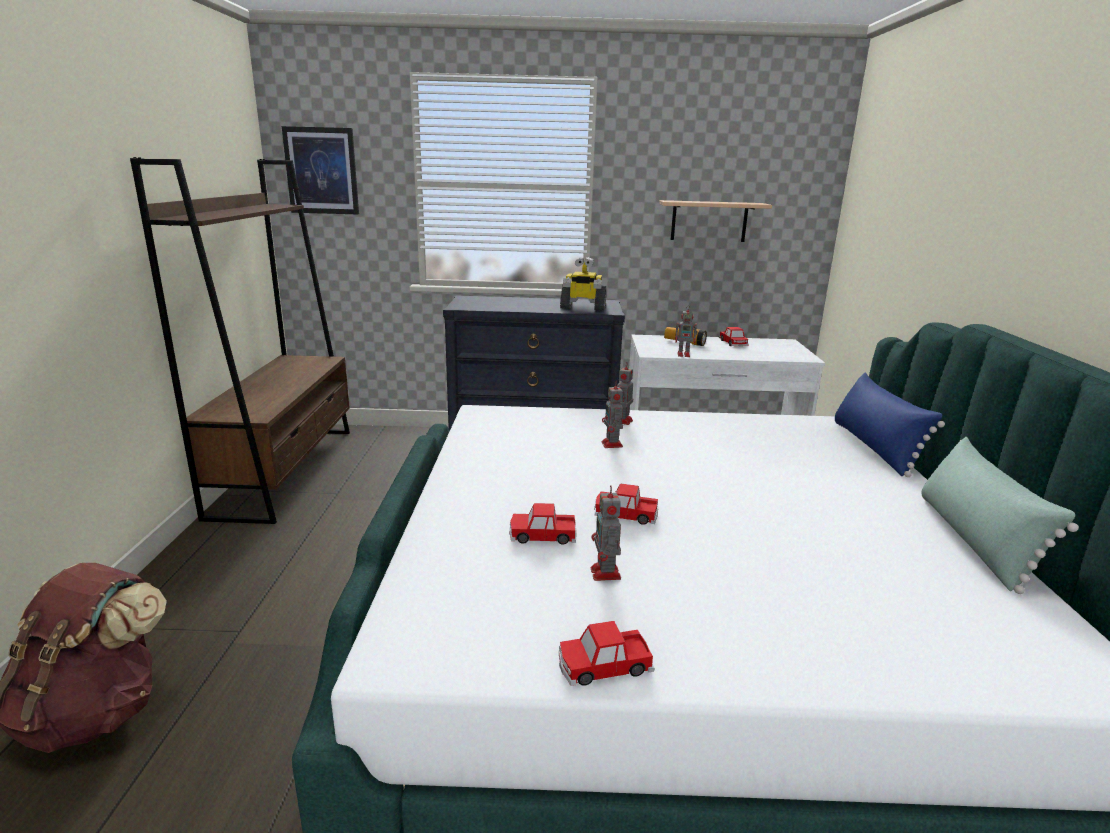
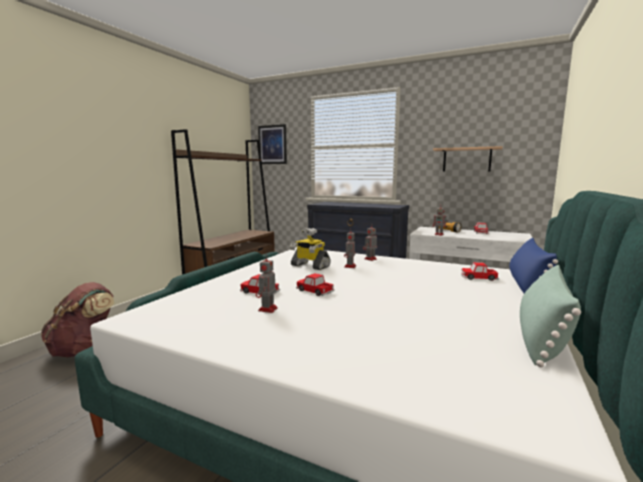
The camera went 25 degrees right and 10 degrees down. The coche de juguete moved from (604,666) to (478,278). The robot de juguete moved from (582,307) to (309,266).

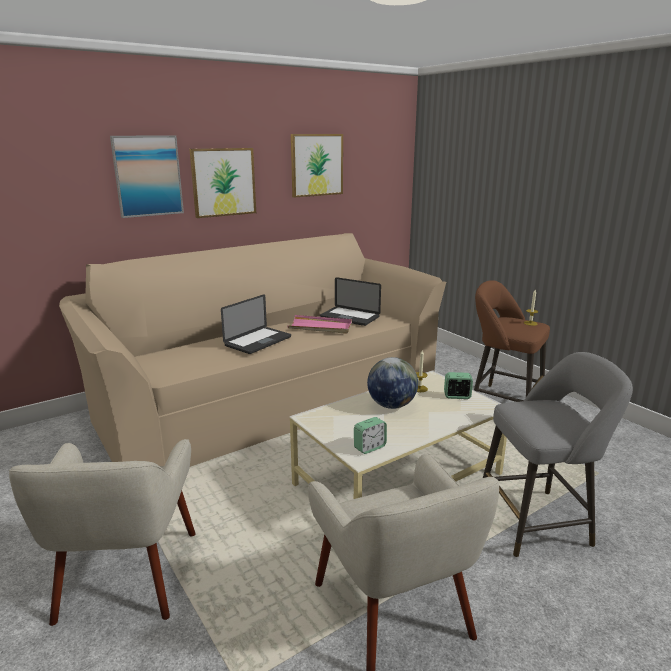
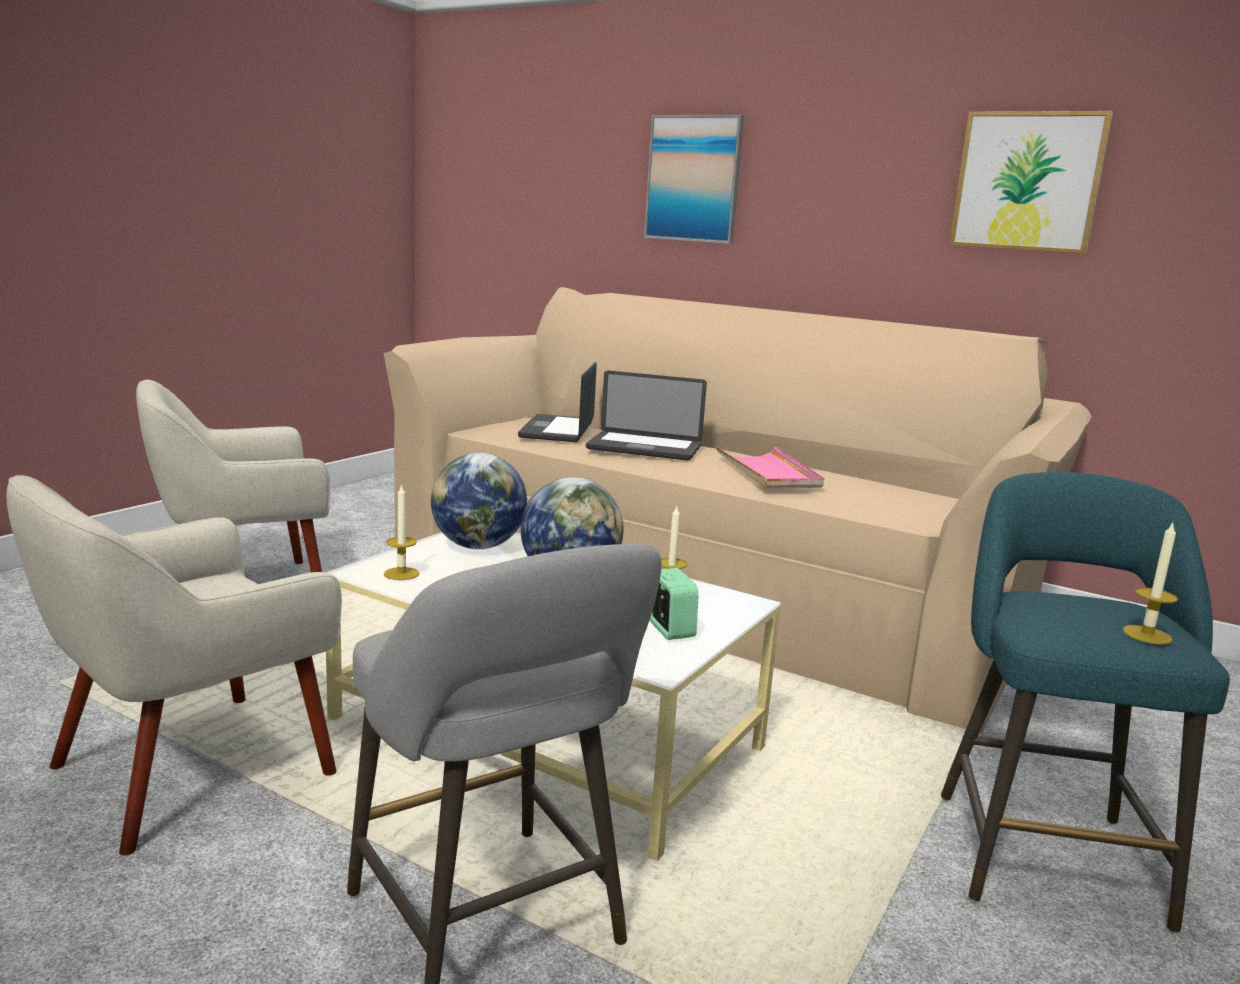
The camera went 65 degrees right and 5 degrees down. The cuadro at (223,182) disappeared. The portátil moved from (349,317) to (557,430). The despertador at (369,447) was replaced by the vela at (401,573). The taburete (marrón) at (502,402) became the taburete (turquesa) at (1044,849). The globo terráqueo at (478,546) appeared.

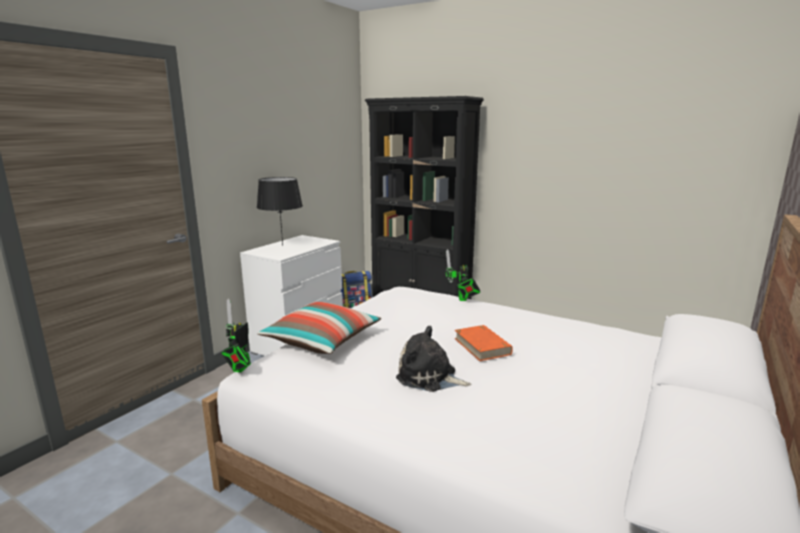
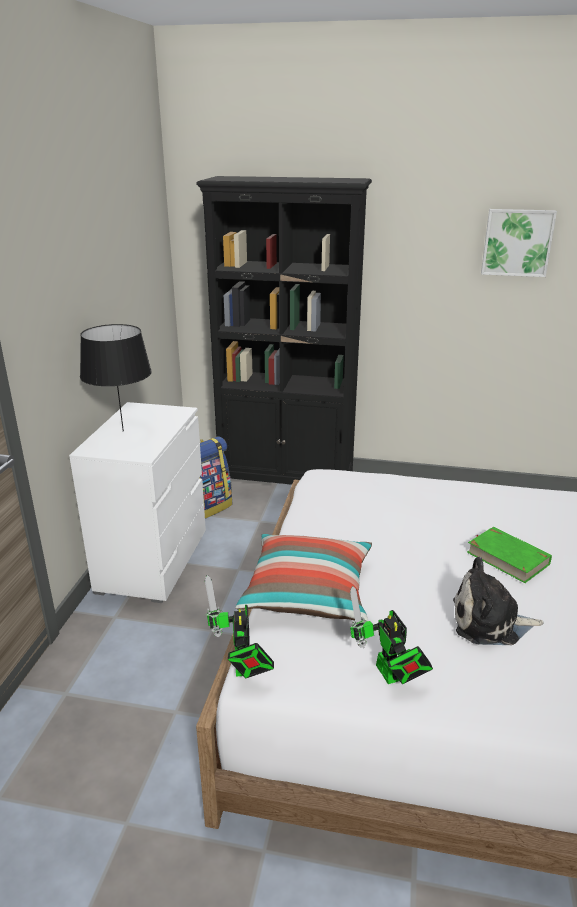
The camera went 20 degrees left and 10 degrees up. The robot de juguete moved from (462,299) to (390,676). The libro (naranja) at (482,346) became the libro (verde) at (507,558). The cuadro at (517,242) appeared.

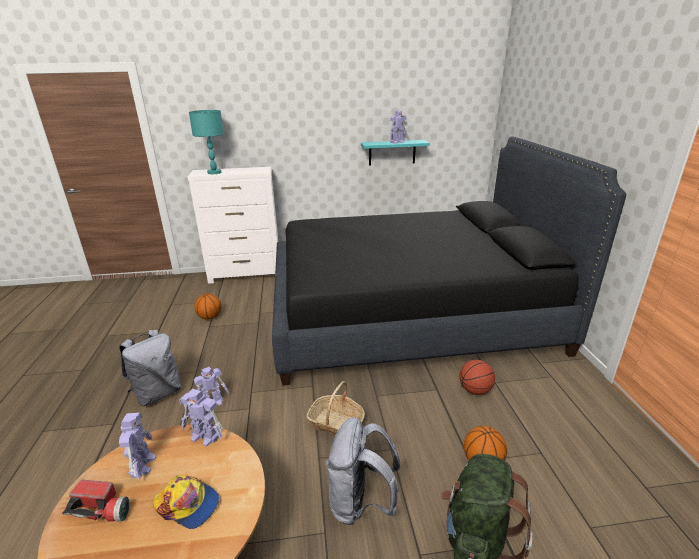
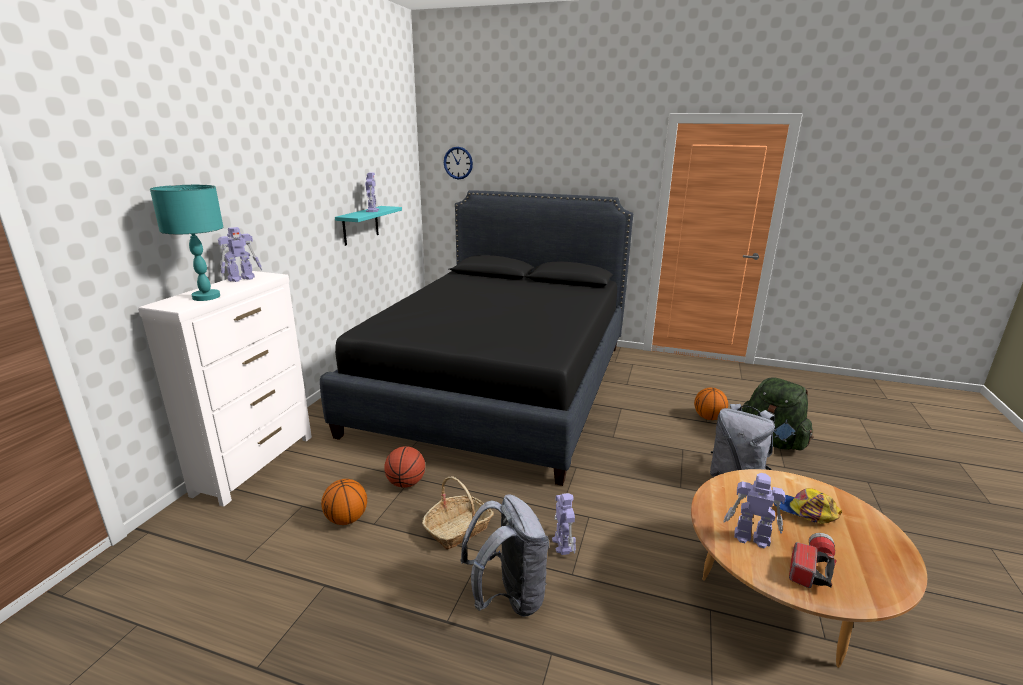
The camera went 65 degrees left and 5 degrees down. The gorra at (188,504) turned 105 degrees counterclockwise. The robot de juguete moved from (205,437) to (242,278). The cesta moved from (336,423) to (458,529). The balón de baloncesto moved from (475,390) to (406,483). The reloj de pared at (458,163) appeared.

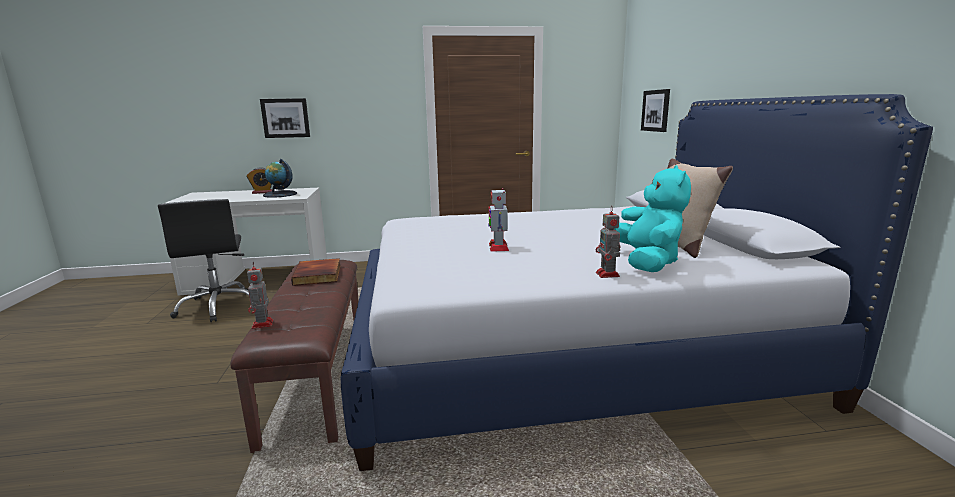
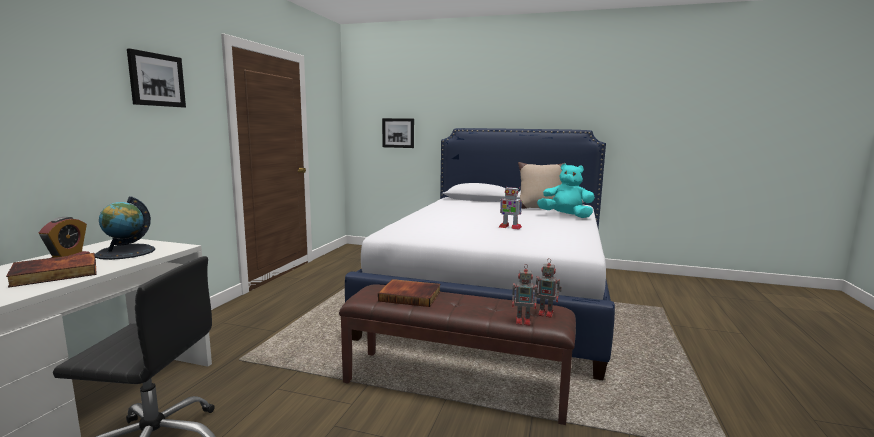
The camera went 65 degrees left and 5 degrees down. The cuadro moved from (285,118) to (156,80). The robot de juguete moved from (608,275) to (546,313). The libro at (55,274) appeared.

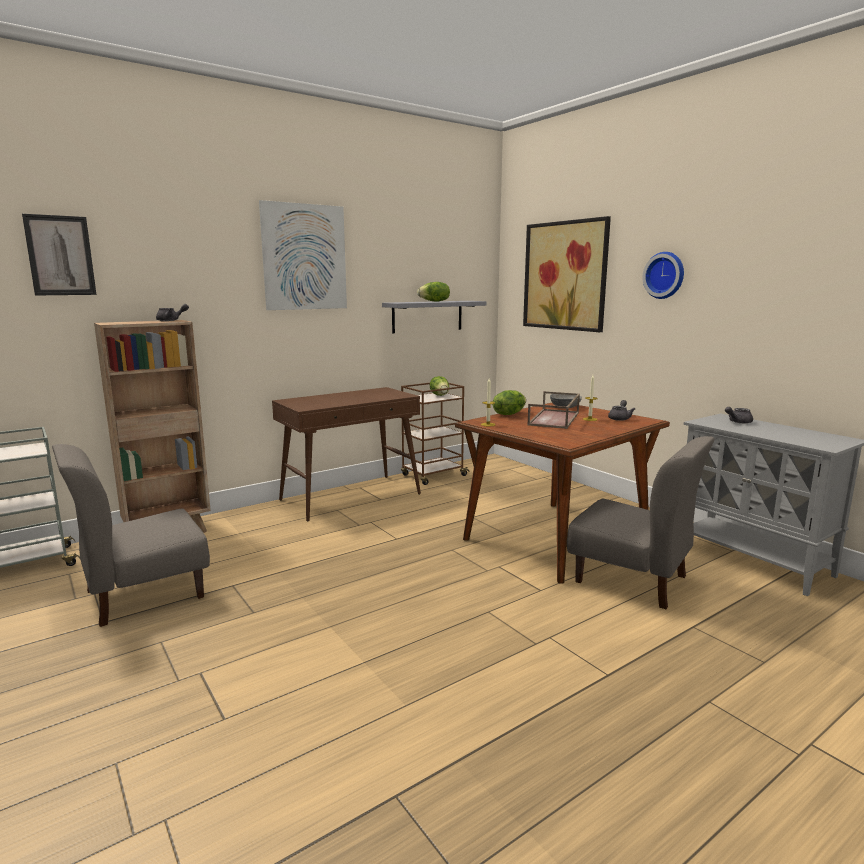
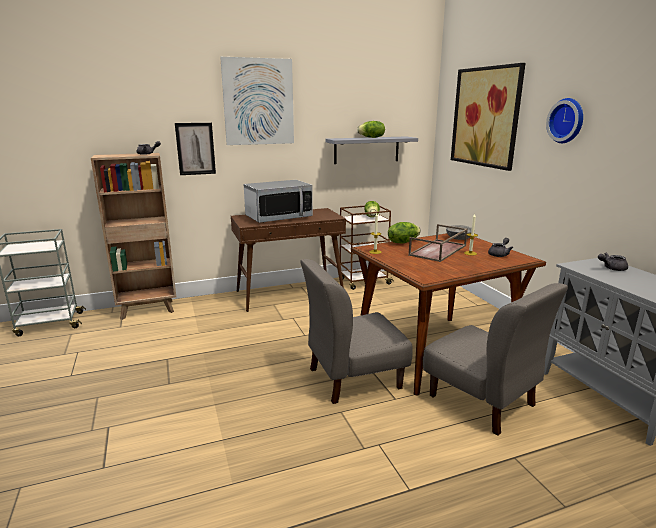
The camera went 15 degrees right and 5 degrees up. The cuadro moved from (60,255) to (195,149). The silla (gris) moved from (143,593) to (353,378). The microondas at (279,217) appeared.

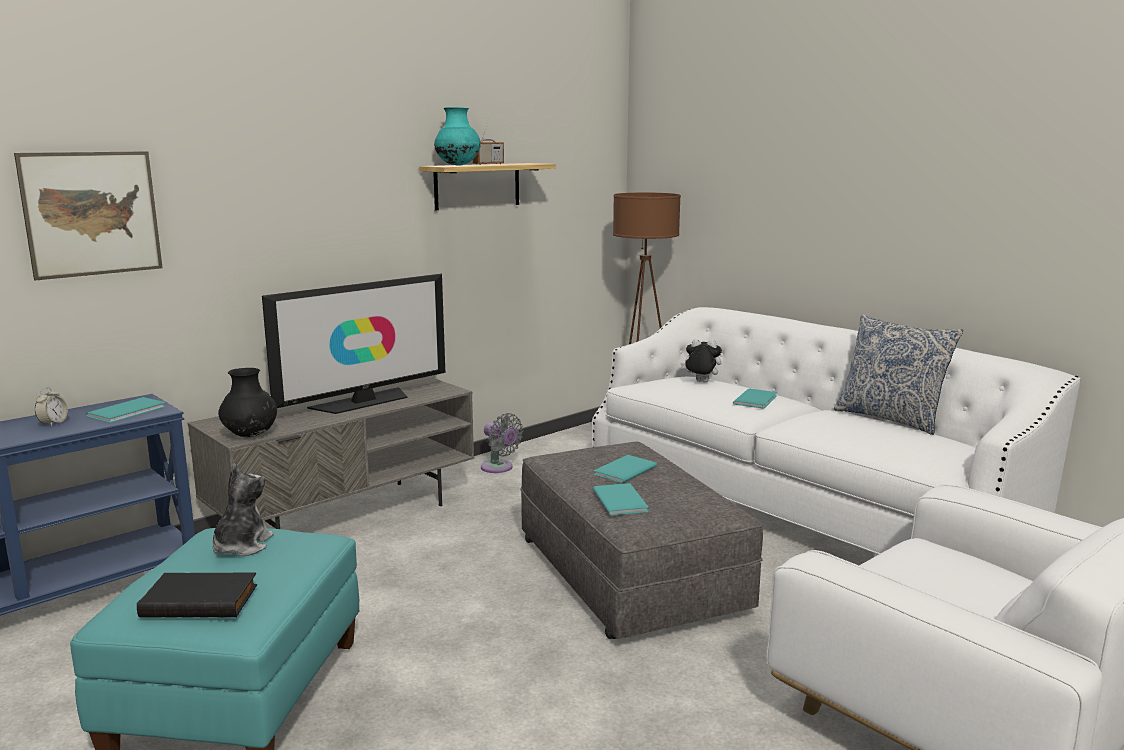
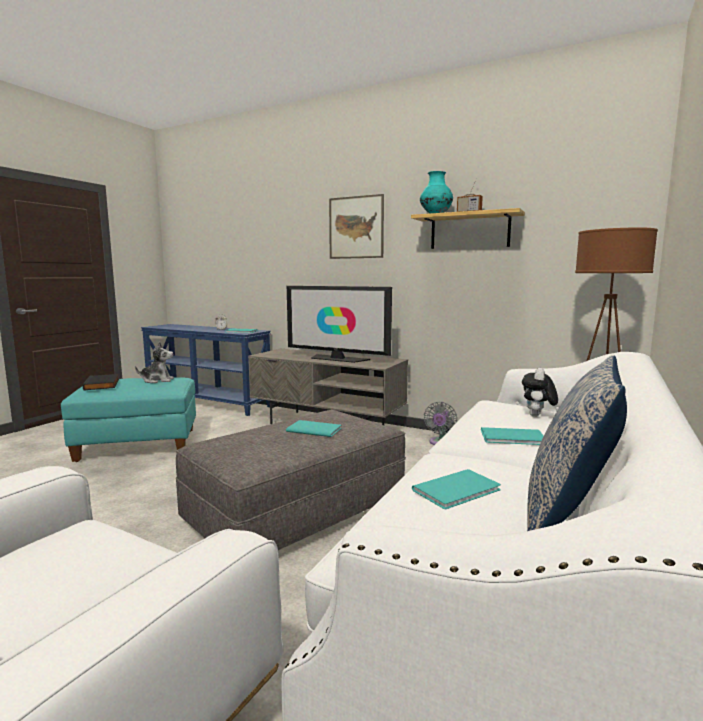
The camera went 70 degrees right and 5 degrees down. The cuadro moved from (92,214) to (356,227). The florero (negro) at (250,435) disappeared. The libro (turquesa) moved from (621,500) to (459,490). The peluche at (700,382) turned 150 degrees counterclockwise.

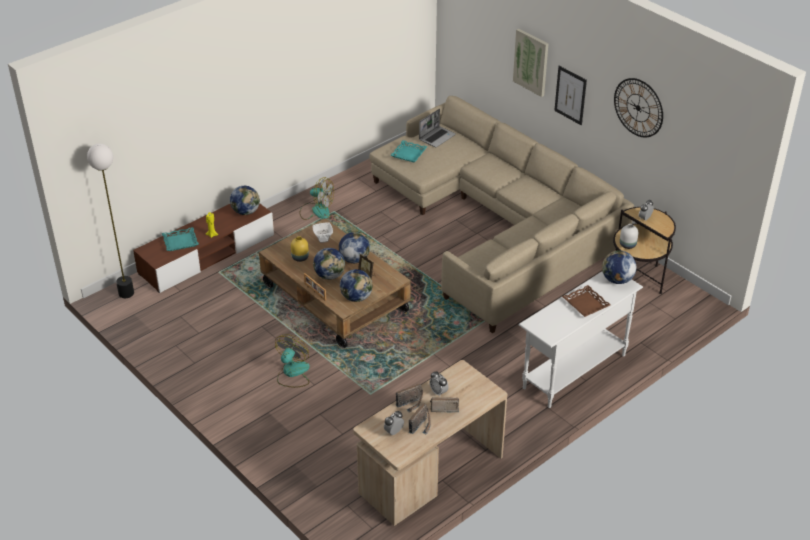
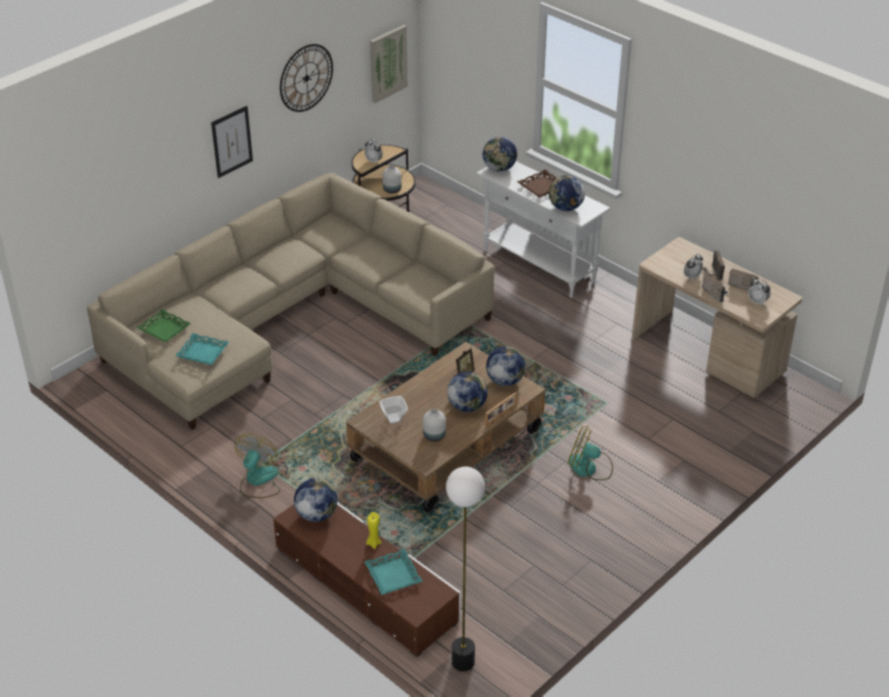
The camera went 95 degrees left and 0 degrees up. The florero (amarillo) at (299,257) became the florero (blanco) at (434,436). The globo terráqueo moved from (354,259) to (565,208). The portátil at (437,137) was replaced by the bandeja (verde) at (164,329). The cuadro moved from (531,62) to (387,63).

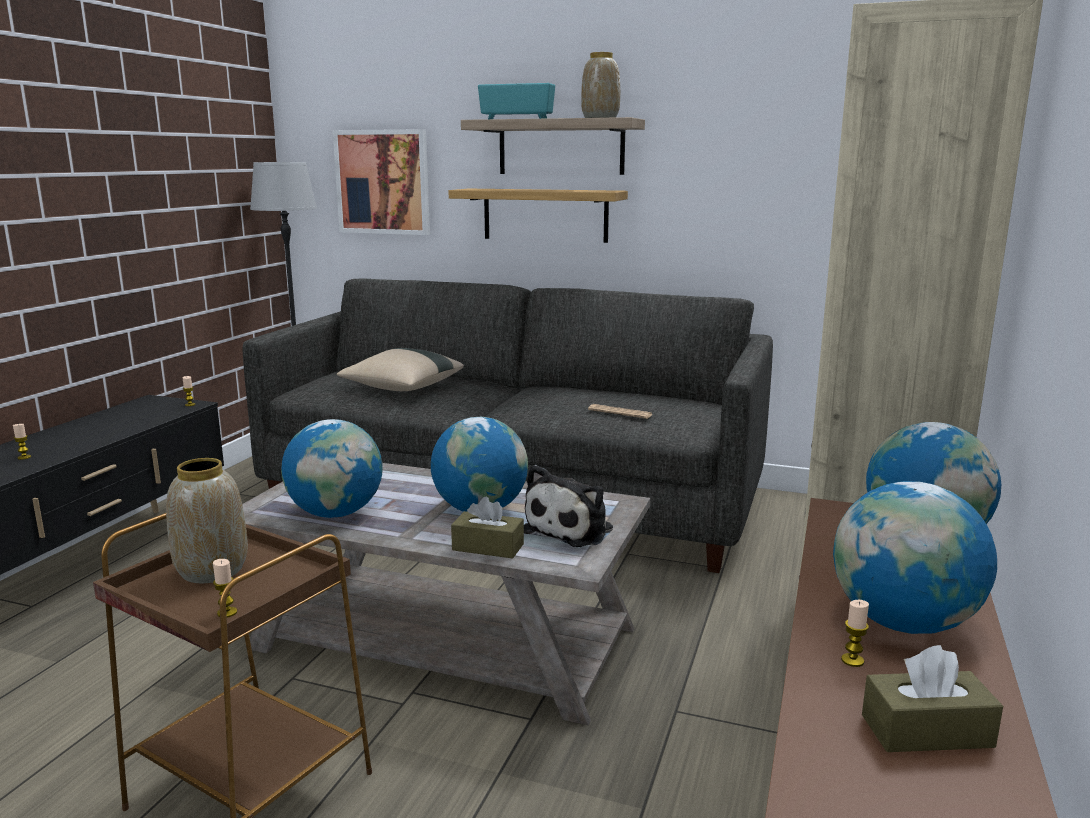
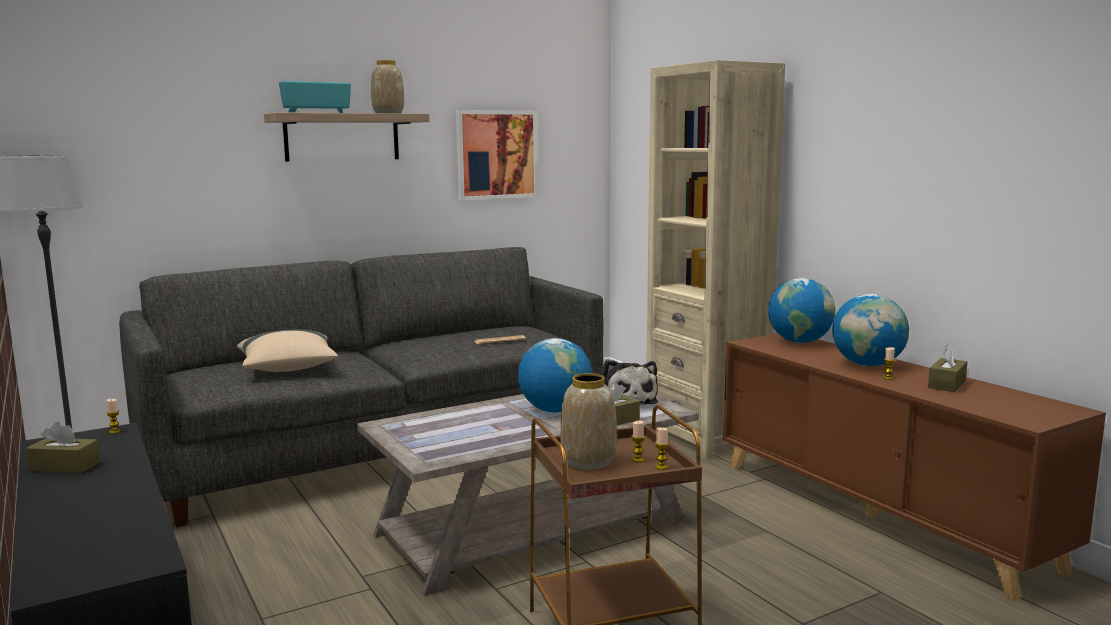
The camera went 50 degrees left and 5 degrees down. The vela moved from (24,457) to (637,459). The globo terráqueo at (336,513) disappeared. The cuadro moved from (383,182) to (496,154). The estante at (545,215) disappeared. The caja de pañuelos (marrón) at (65,466) appeared.

